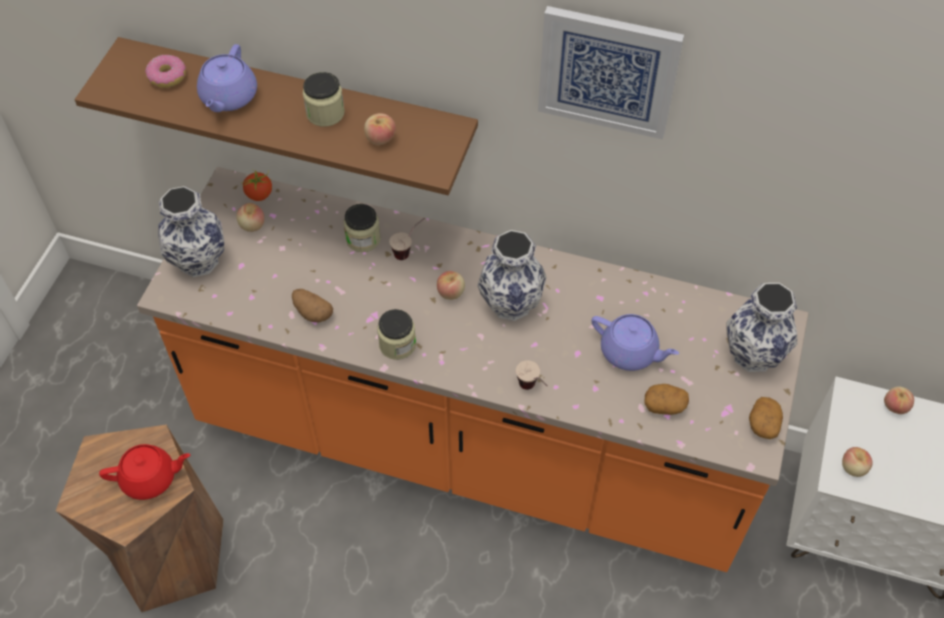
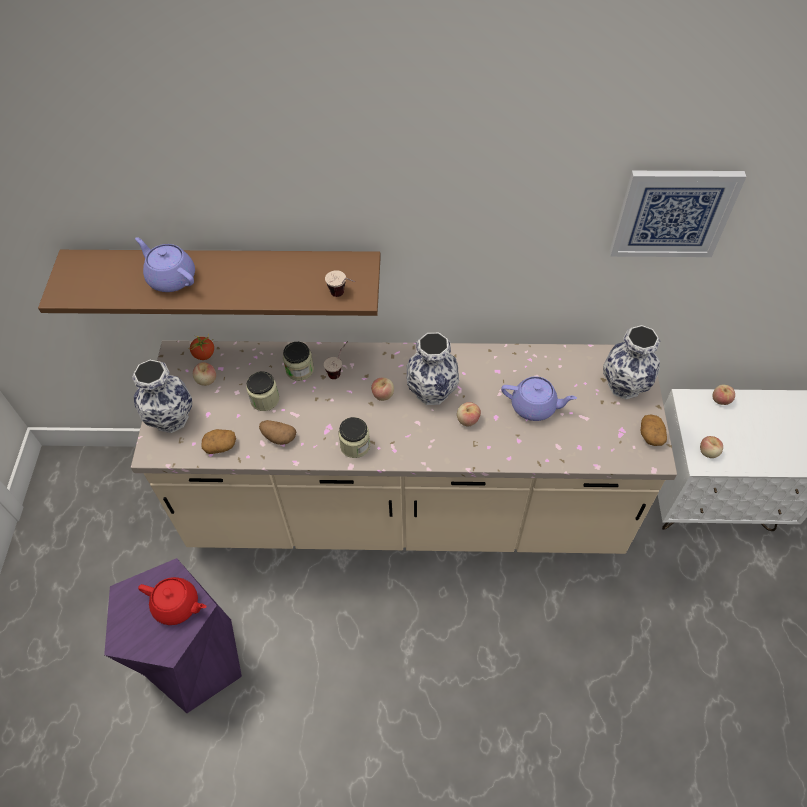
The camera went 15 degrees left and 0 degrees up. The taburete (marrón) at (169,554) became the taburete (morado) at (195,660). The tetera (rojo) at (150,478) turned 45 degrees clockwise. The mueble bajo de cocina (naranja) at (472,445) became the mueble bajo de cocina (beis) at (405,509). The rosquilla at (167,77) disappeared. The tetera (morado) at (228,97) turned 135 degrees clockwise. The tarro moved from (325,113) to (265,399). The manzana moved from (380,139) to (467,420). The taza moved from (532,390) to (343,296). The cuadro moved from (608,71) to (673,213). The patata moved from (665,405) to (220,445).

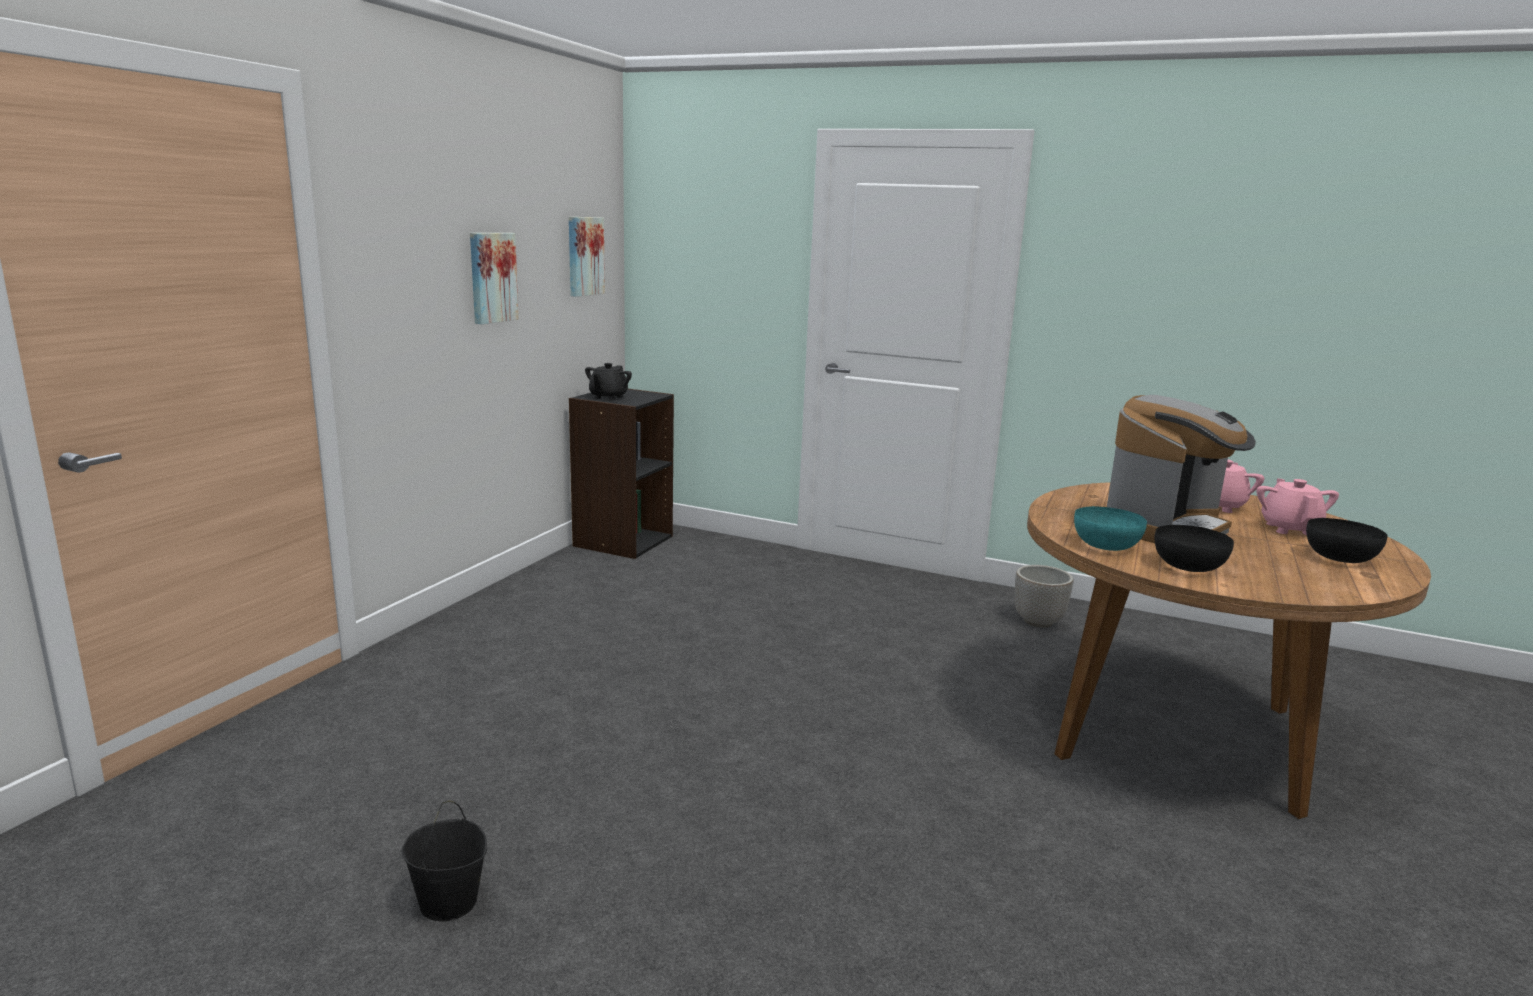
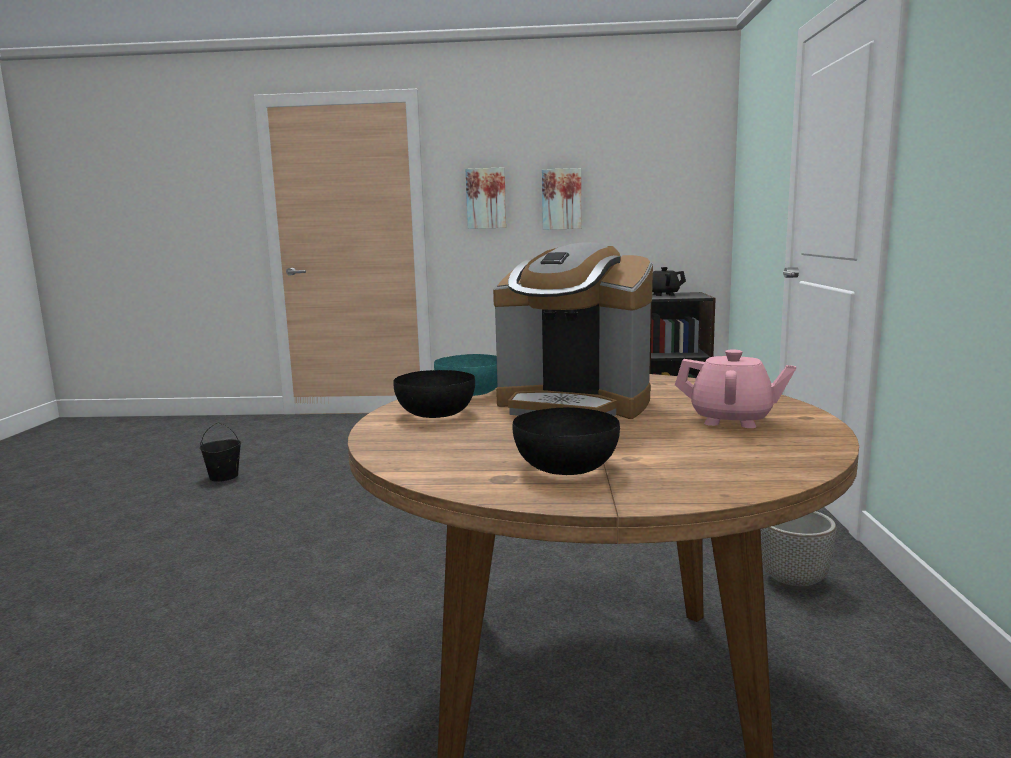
The camera went 70 degrees right and 5 degrees down. The cuadro moved from (584,256) to (486,198). The tetera (rosa) at (1289,529) disappeared.

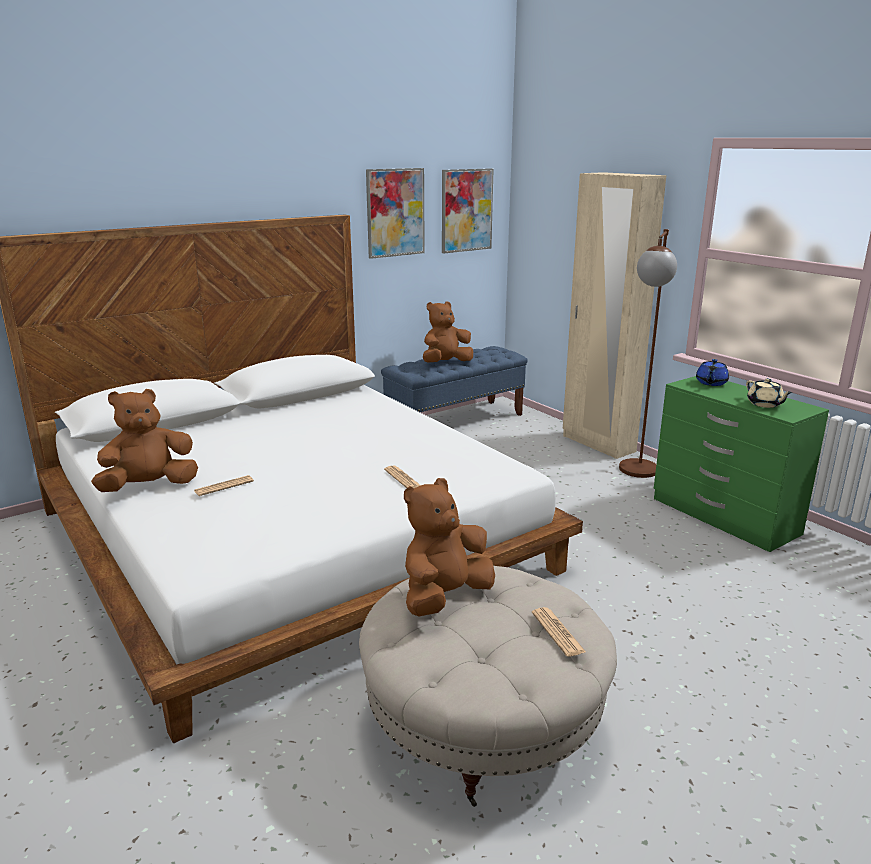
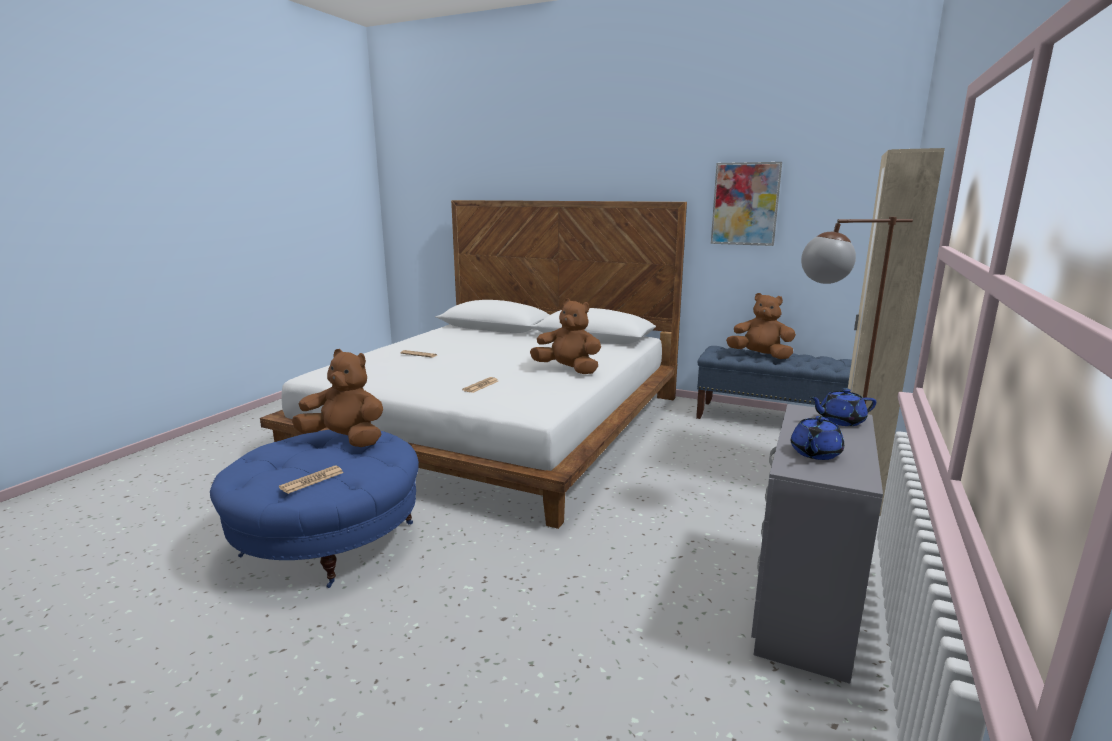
The camera went 60 degrees right and 5 degrees down. The peluche (marrón) moved from (149,486) to (568,370). The puf (beis) at (483,720) became the puf (azul) at (328,539). The cuadro at (466,210) disappeared. The cómoda (verde) at (724,517) became the cómoda (gris) at (802,604). The tetera (beis) at (765,404) became the tetera (azul) at (815,453).

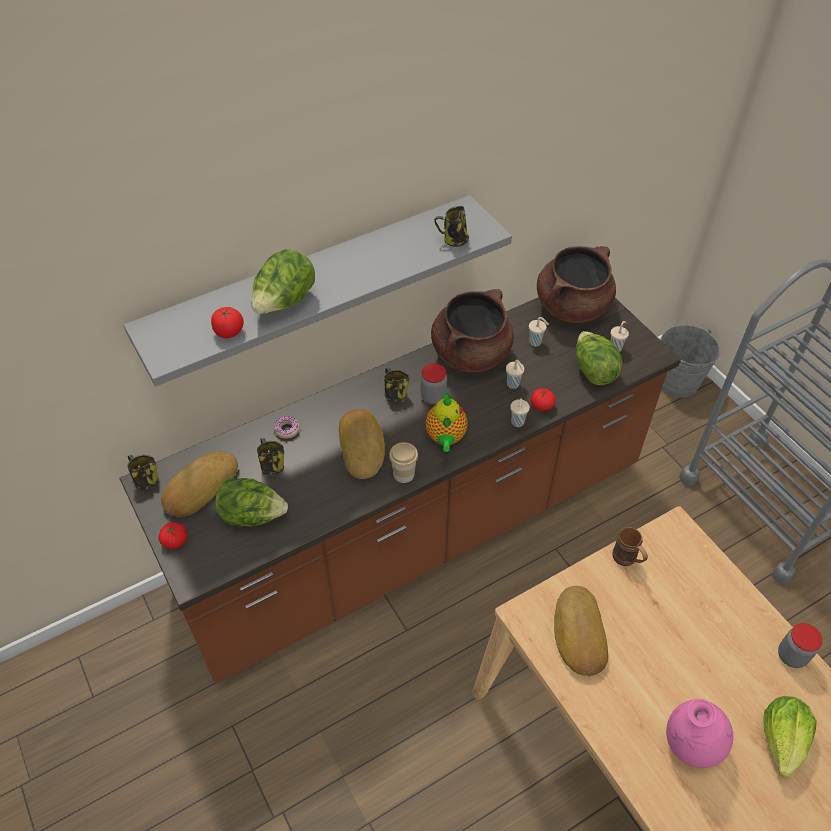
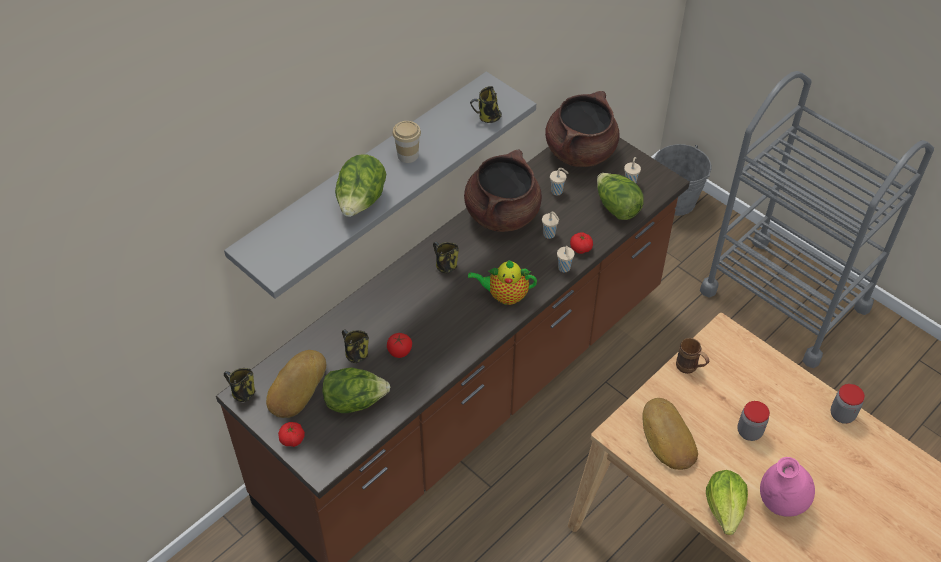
The camera went 15 degrees left and 0 degrees up. The tomate moved from (229,331) to (399,351). The rosquilla at (287,429) disappeared. The pan at (363,447) disappeared. The taza moved from (403,474) to (408,155). The tarro moved from (433,397) to (749,431). The tetera at (445,438) turned 105 degrees clockwise. The lechuga moved from (783,740) to (725,508).

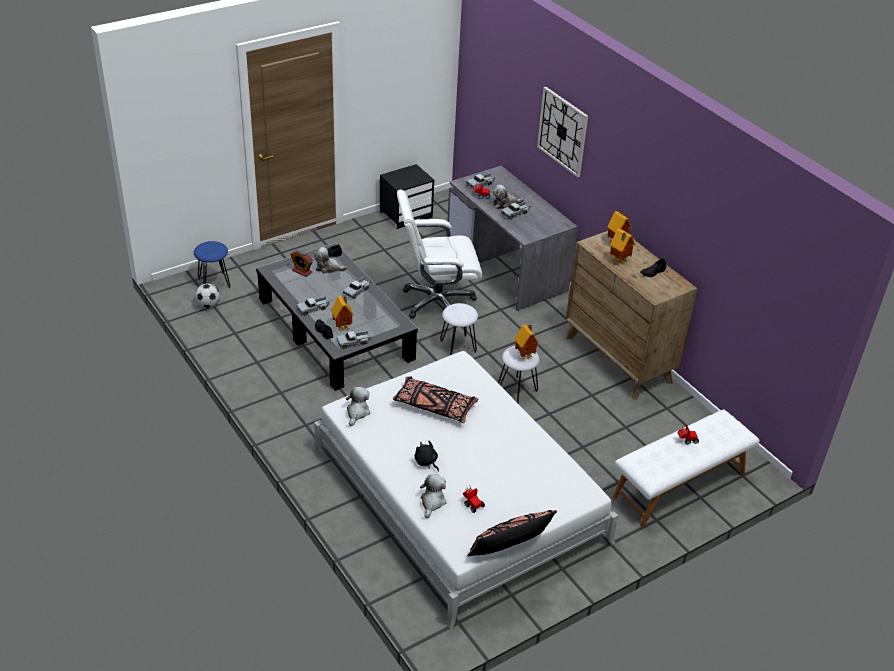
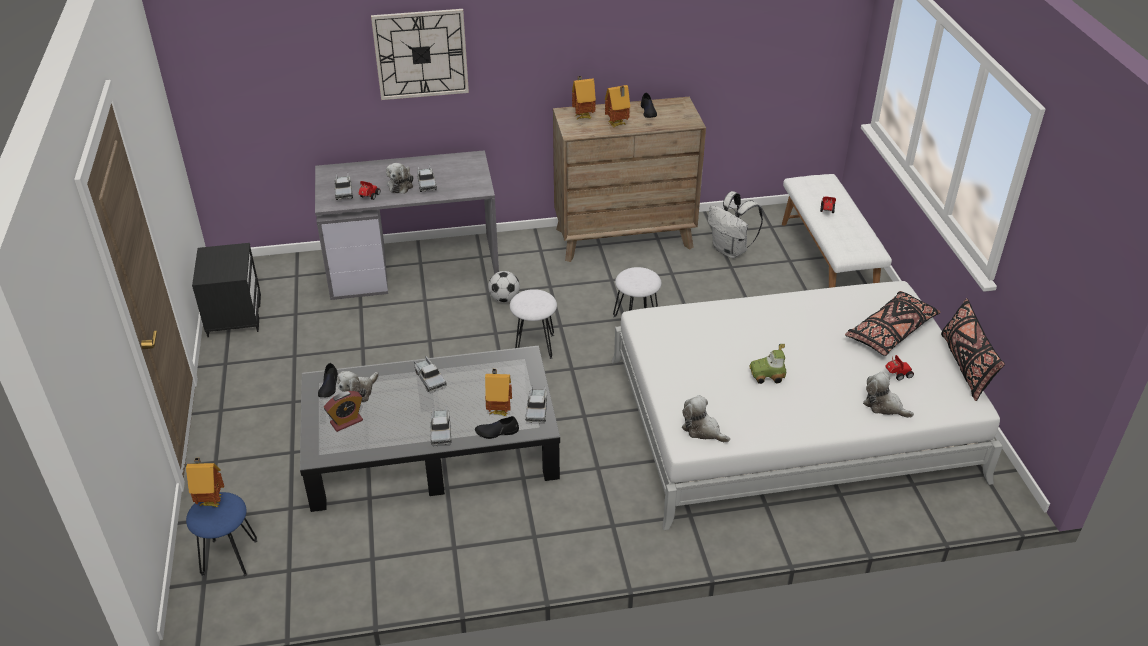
The camera went 65 degrees left and 0 degrees up. The balón de fútbol moved from (208,305) to (504,298). The cojín (negro) moved from (434,406) to (890,332). The silla de oficina (blanco) at (437,302) disappeared. The peluche (negro) at (426,462) disappeared. The casita moved from (525,355) to (211,501). The mochila (blanco) at (731,250) appeared. The coche de juguete at (767,375) appeared.

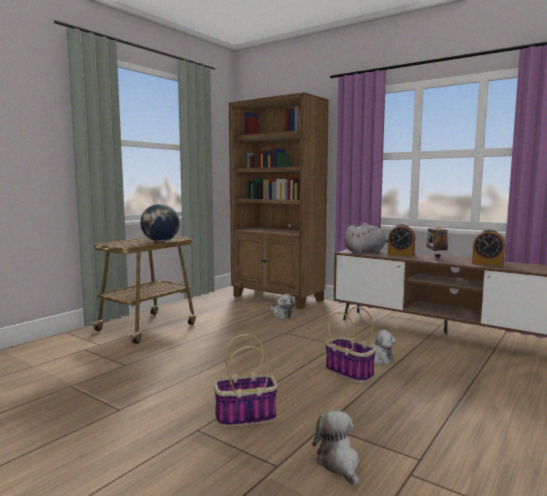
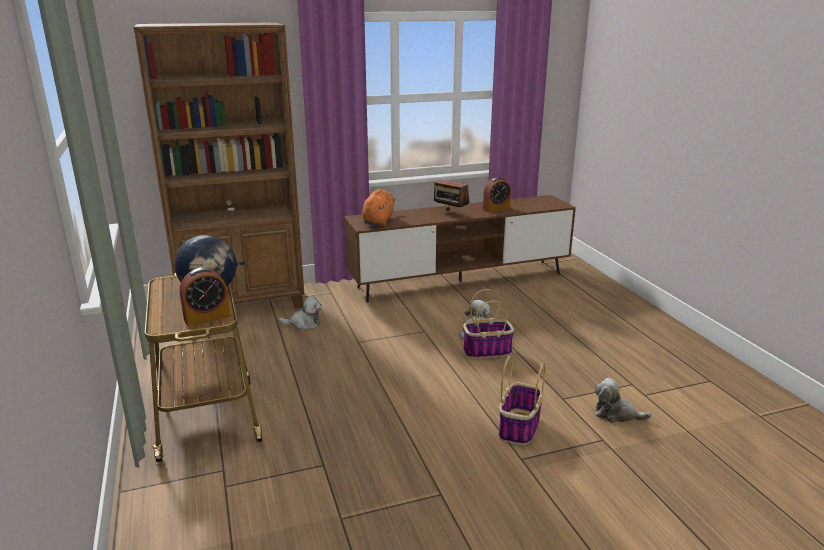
The camera went 55 degrees left and 15 degrees up. The peluche (gris) at (366,252) became the peluche (naranja) at (378,221). The despertador moved from (401,255) to (207,317).

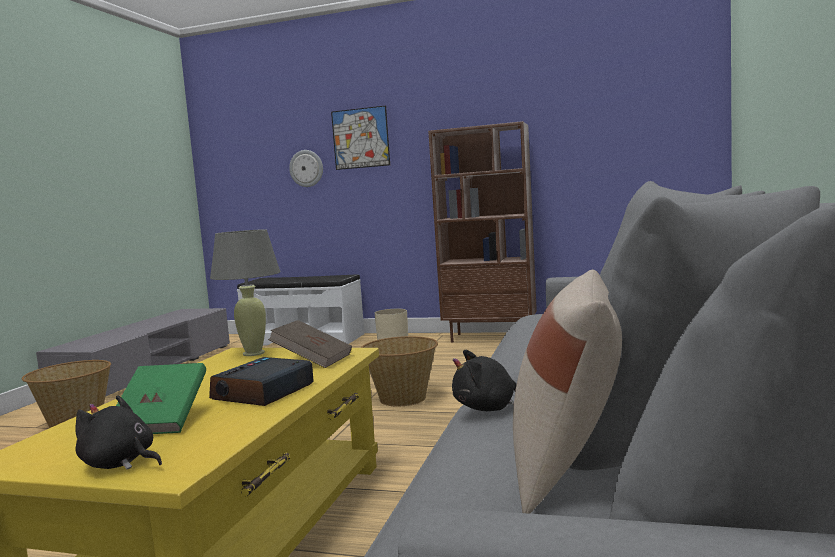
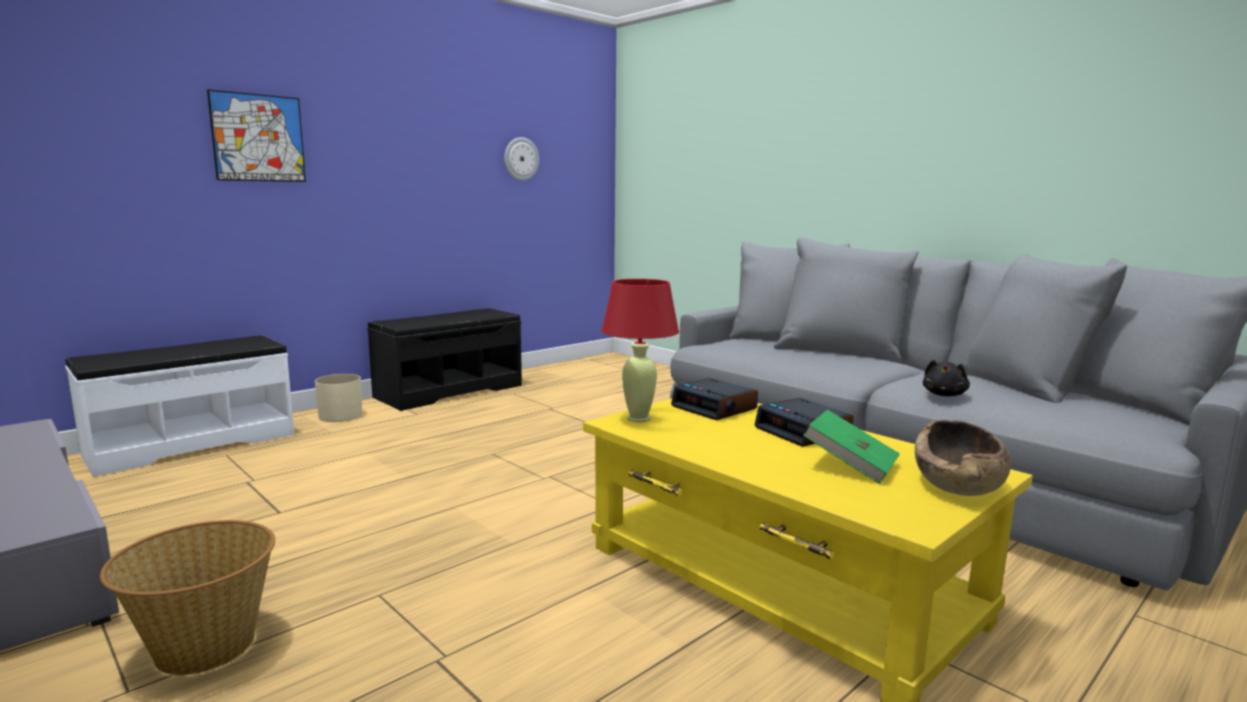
The camera went 60 degrees left and 5 degrees up. The peluche (negro) at (120,463) was replaced by the cuenco (marrón) at (958,484). The lámpara de mesa (gris) at (254,353) became the lámpara de mesa (rojo) at (638,418). The libro (marrón) at (313,360) was replaced by the despertador at (715,408). The reloj de pared moved from (306,168) to (521,159). The cesta at (403,398) disappeared. The estantería (marrón) at (491,338) was replaced by the banco (negro) at (449,391). The cojín (beis) at (570,469) disappeared.

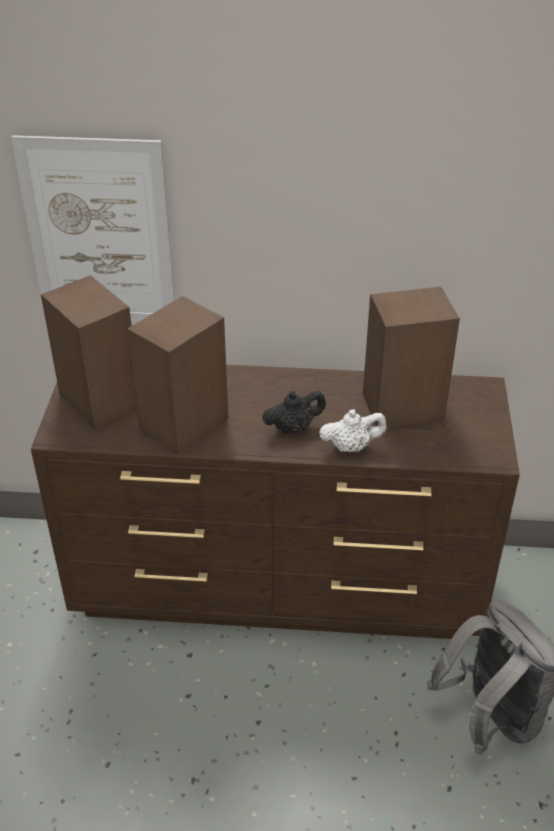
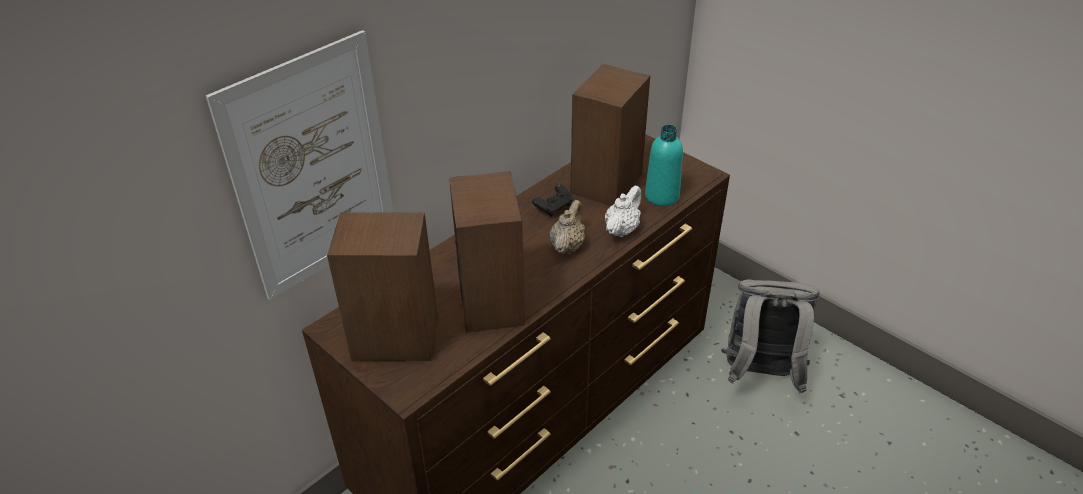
The camera went 50 degrees left and 0 degrees up. The tetera (negro) at (293,428) became the tetera (beis) at (567,246). The mando de consola (negro) at (554,207) appeared. The botella (turquesa) at (662,196) appeared.

